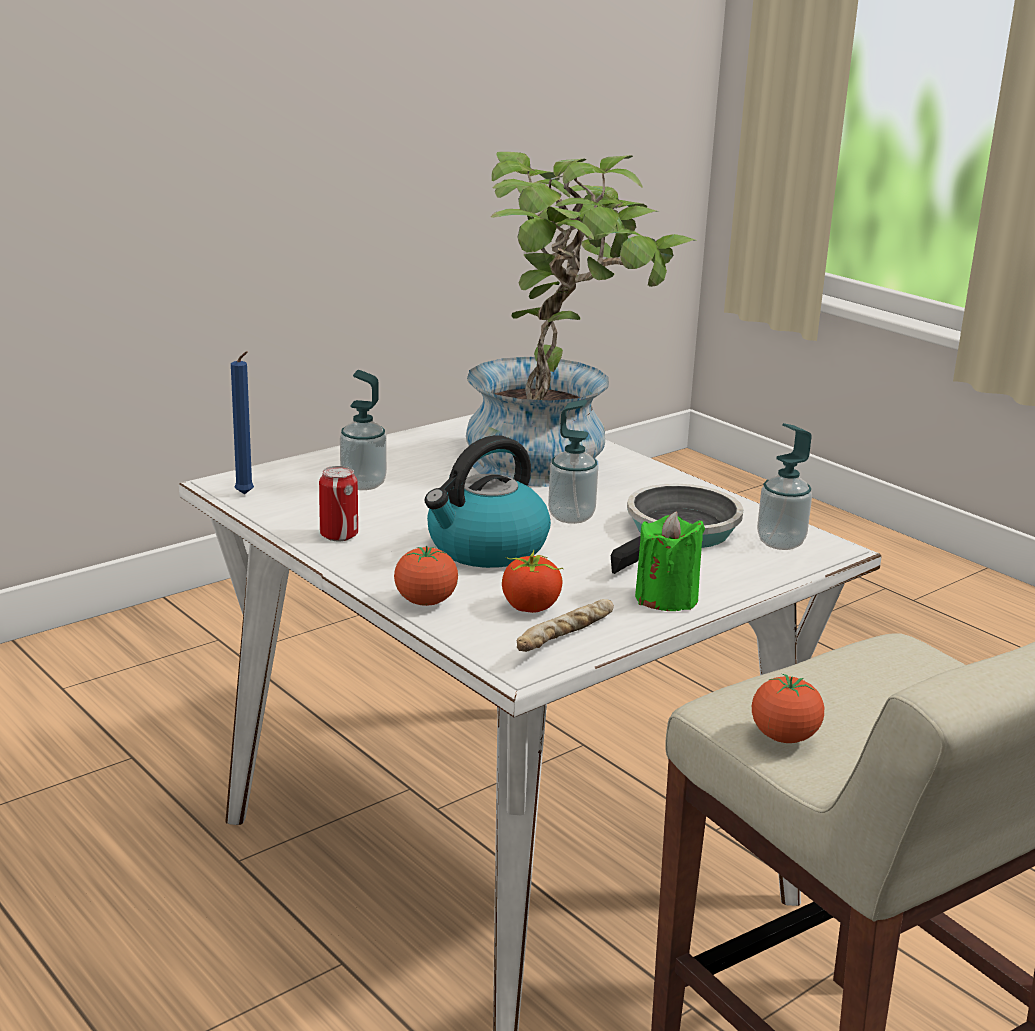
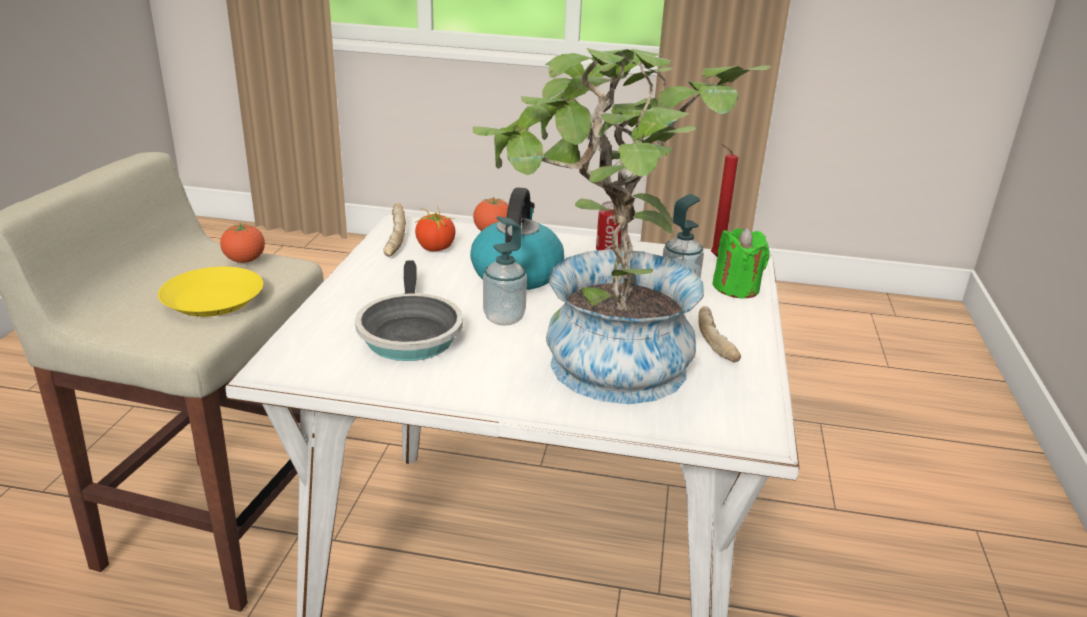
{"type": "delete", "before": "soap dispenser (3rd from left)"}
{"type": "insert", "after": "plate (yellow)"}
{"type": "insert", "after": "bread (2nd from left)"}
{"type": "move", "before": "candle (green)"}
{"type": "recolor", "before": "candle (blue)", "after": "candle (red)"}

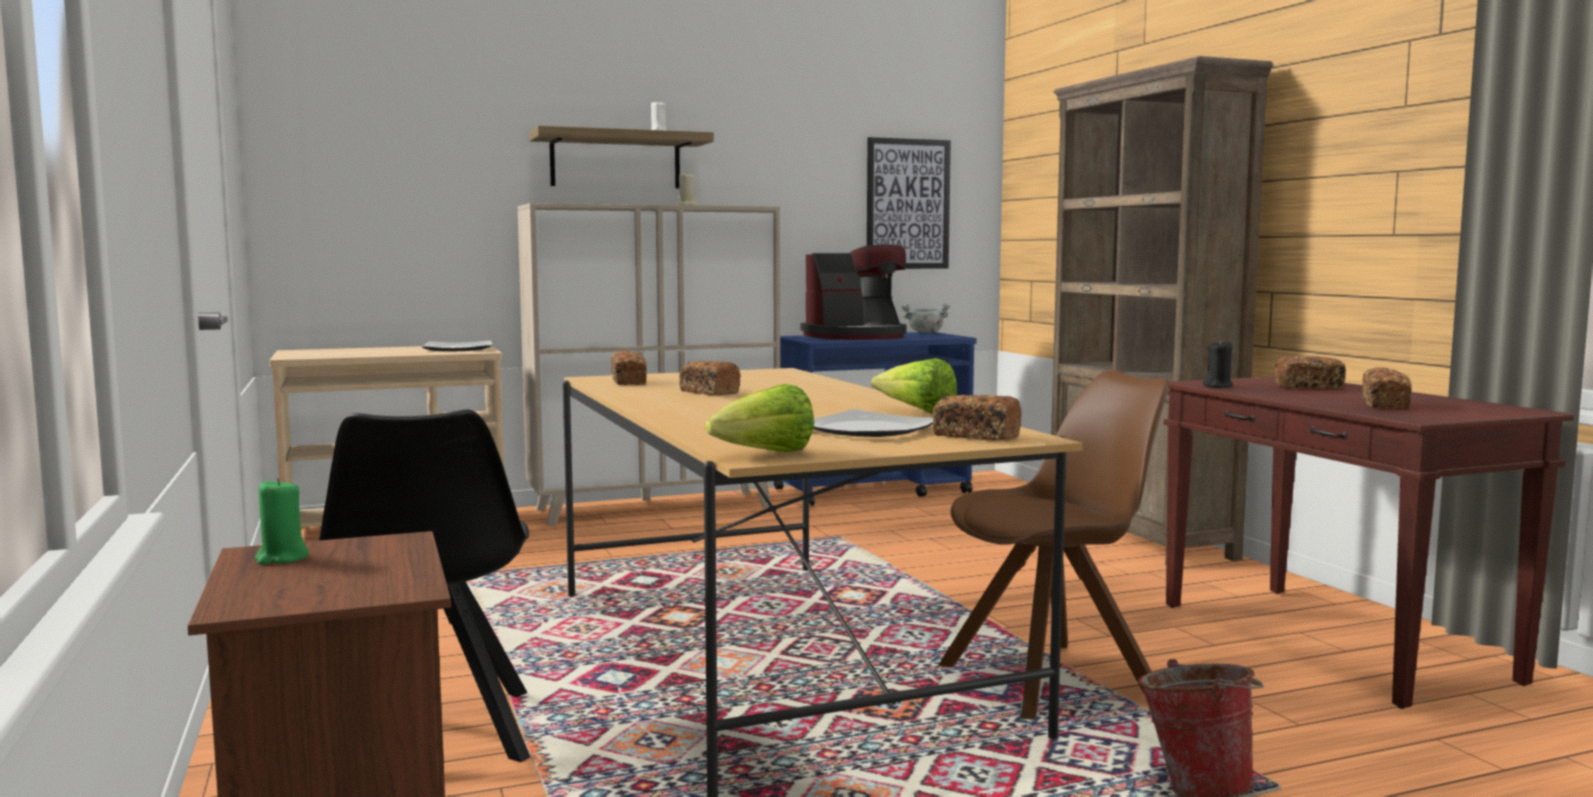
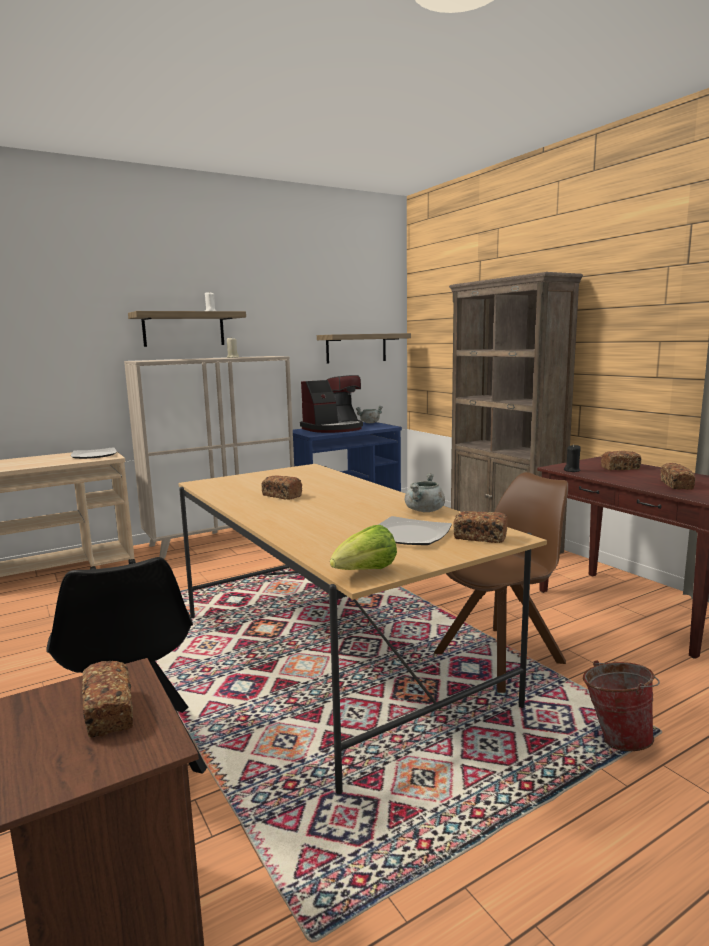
{"type": "delete", "before": "candle (green)"}
{"type": "move", "before": "bread (1st from left)"}
{"type": "replace", "before": "picture", "after": "shelf (2nd from left)"}
{"type": "replace", "before": "lettuce (2nd from left)", "after": "cooking pot (grey) (2nd from left)"}

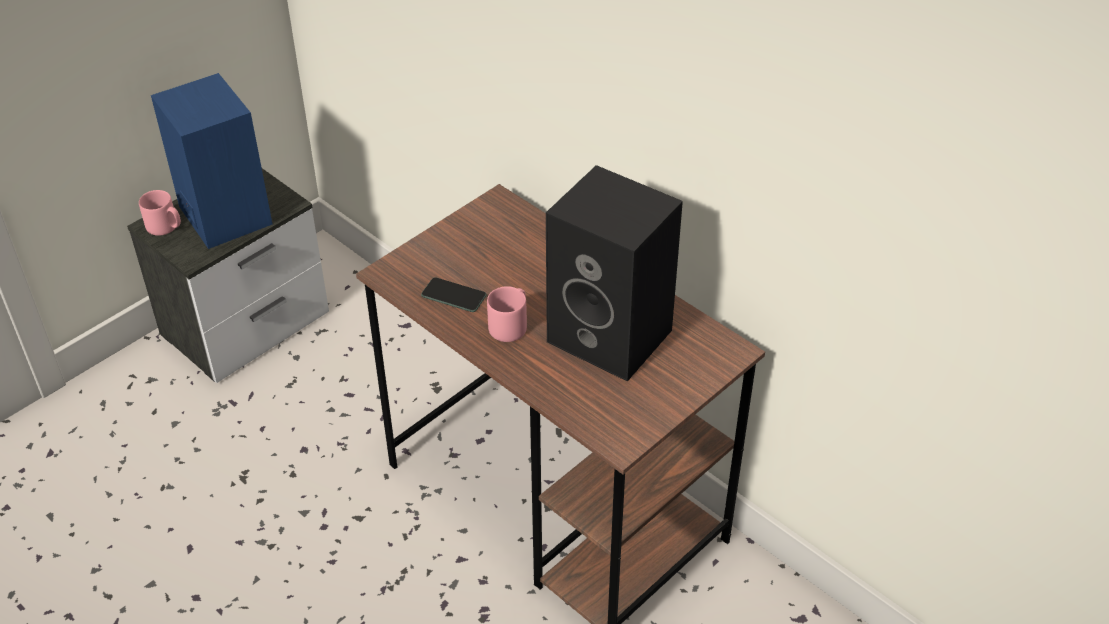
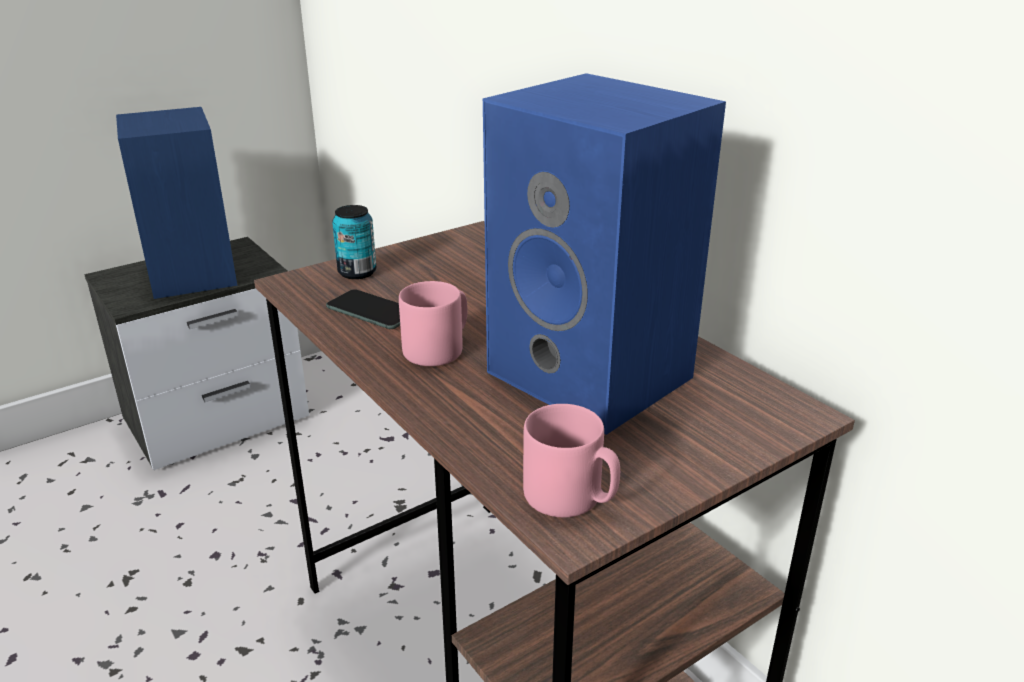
{"type": "insert", "after": "can"}
{"type": "move", "before": "mug (pink) (1st from left in the first image)", "after": "mug (pink) (2nd from left)"}
{"type": "recolor", "before": "speaker (black)", "after": "speaker (blue) (2nd from left)"}

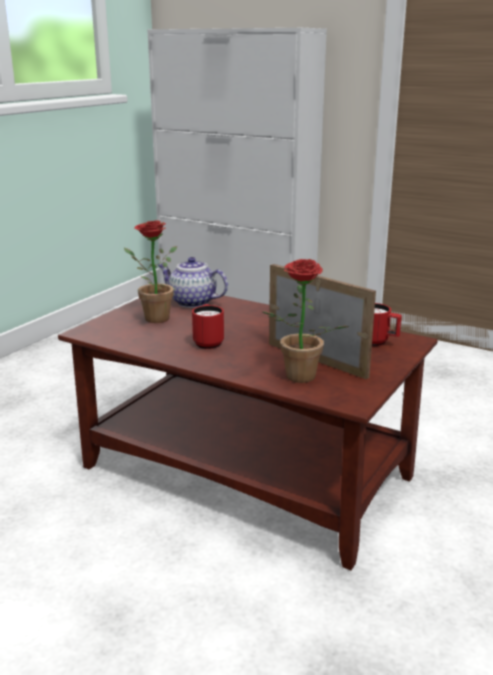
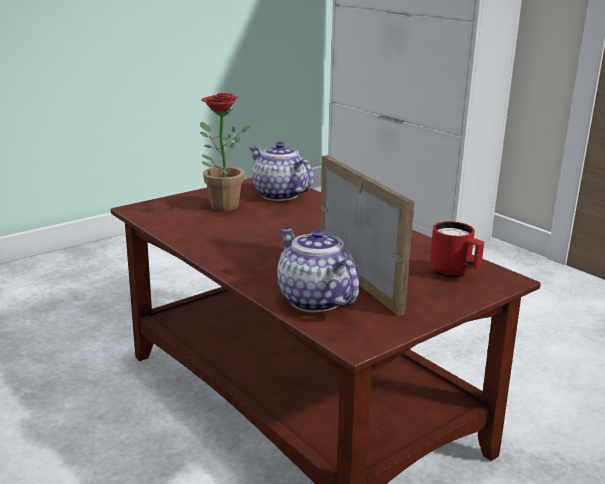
{"type": "delete", "before": "mug (red) (1st from left)"}
{"type": "replace", "before": "potted plant (2nd from left)", "after": "teapot (2nd from left)"}

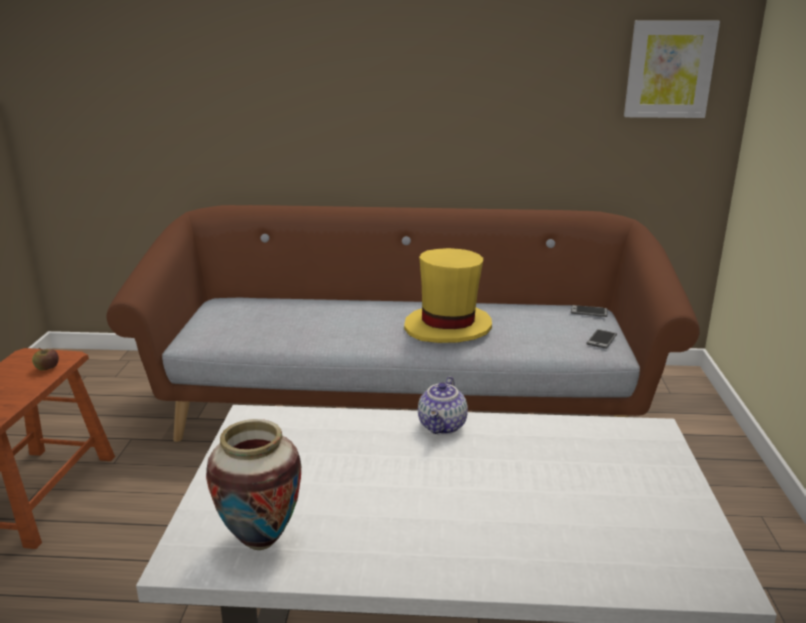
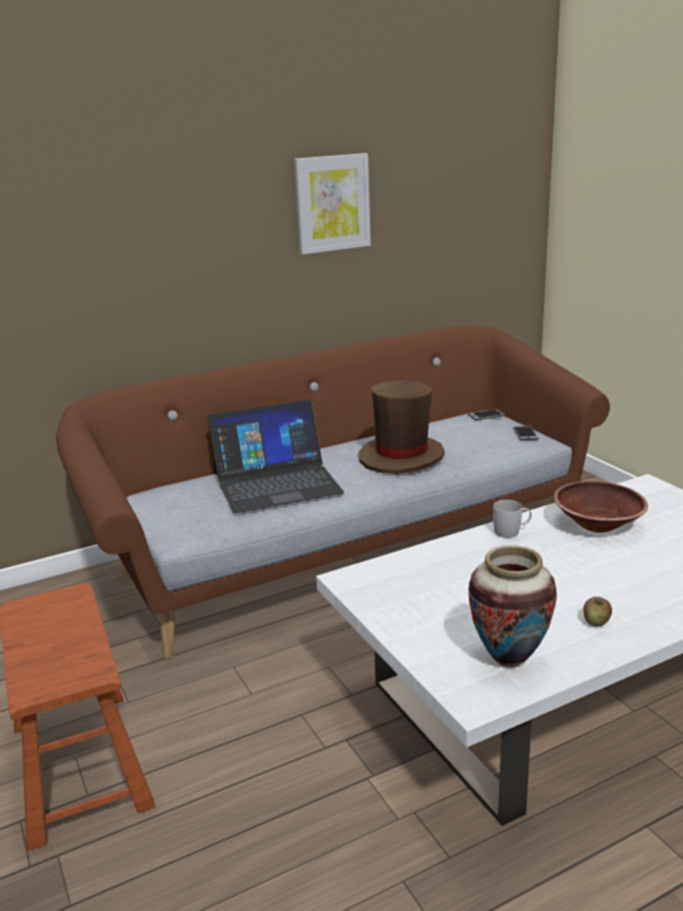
{"type": "insert", "after": "laptop"}
{"type": "insert", "after": "bowl (brown)"}
{"type": "move", "before": "apple"}
{"type": "move", "before": "picture"}
{"type": "replace", "before": "teapot", "after": "mug (white)"}
{"type": "recolor", "before": "hat (yellow)", "after": "hat (brown)"}

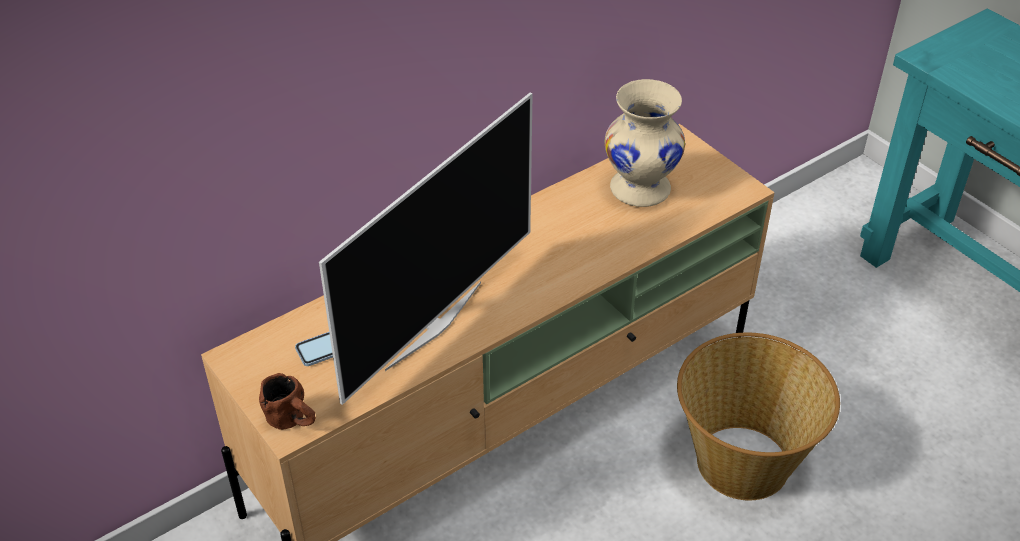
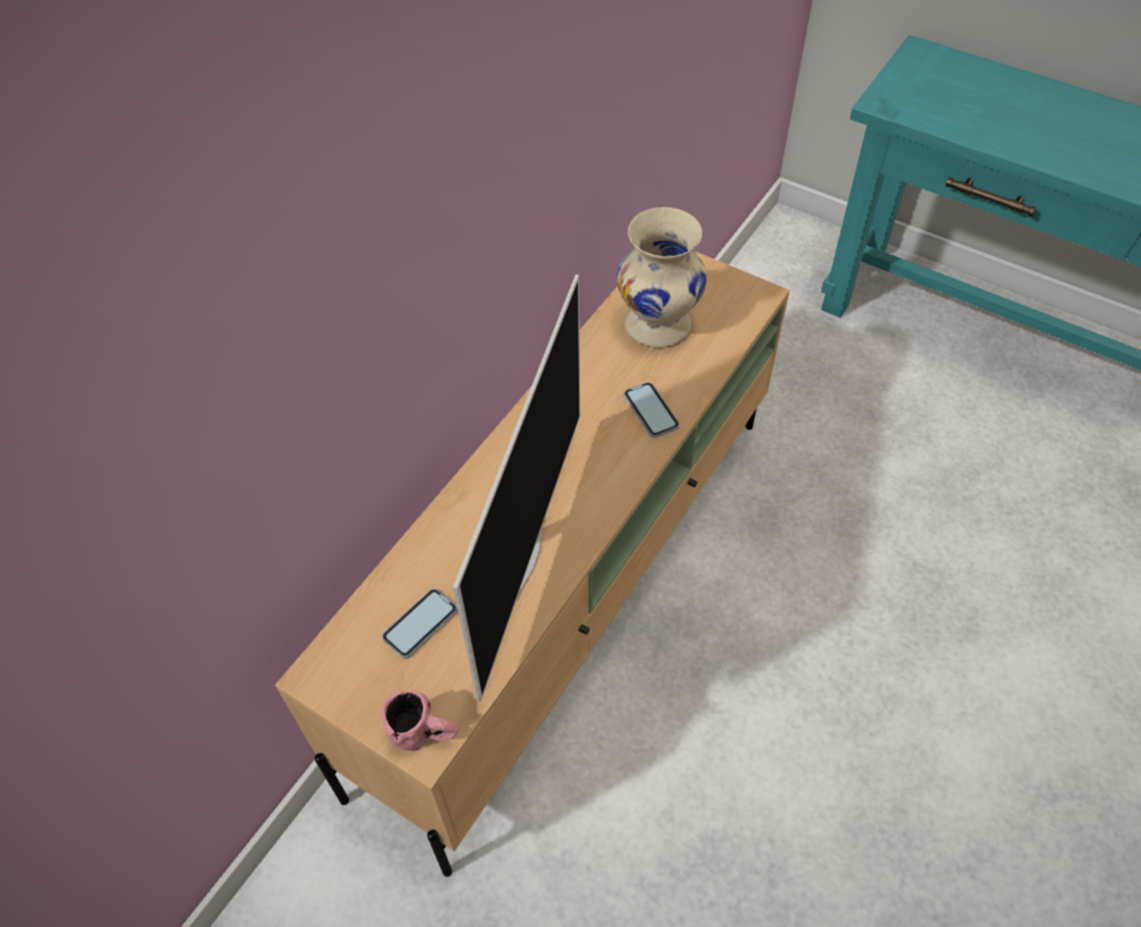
{"type": "delete", "before": "basket"}
{"type": "insert", "after": "phone (2nd from left)"}
{"type": "recolor", "before": "mug (brown)", "after": "mug (pink)"}

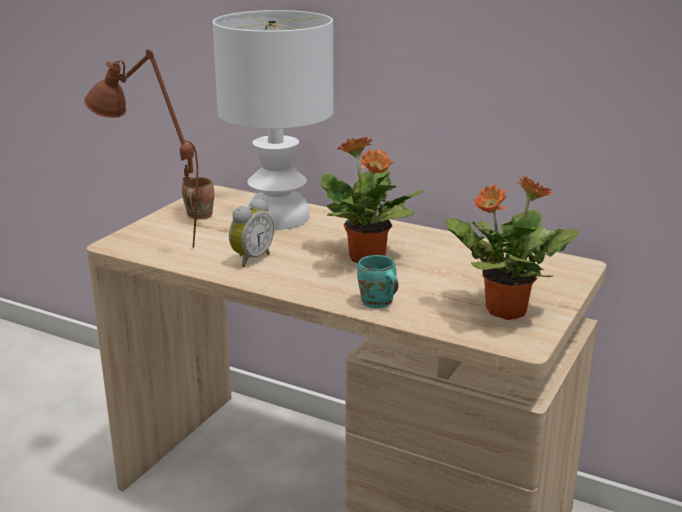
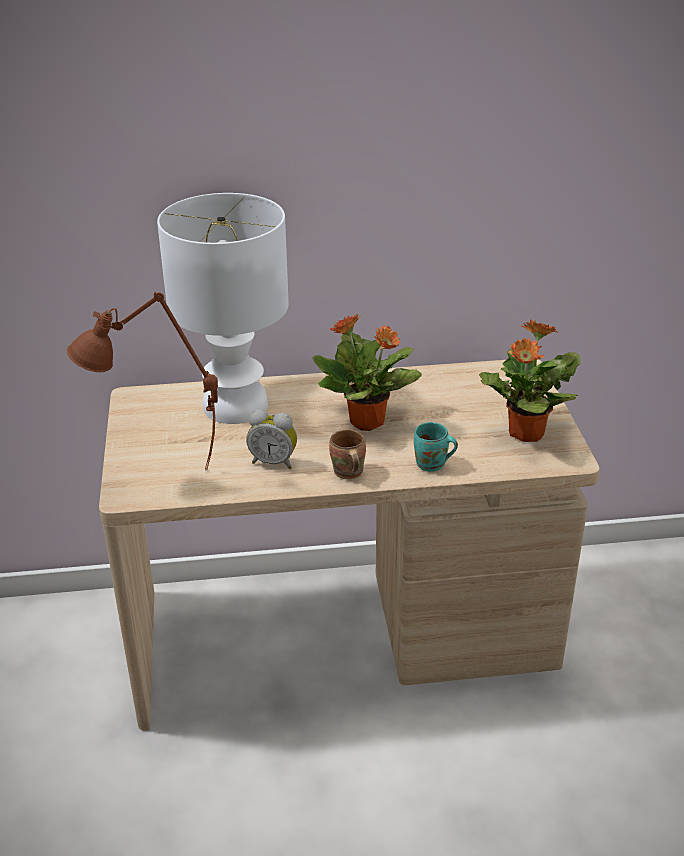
{"type": "move", "before": "mug (brown)"}
{"type": "rotate", "before": "alarm clock", "turn": 105}

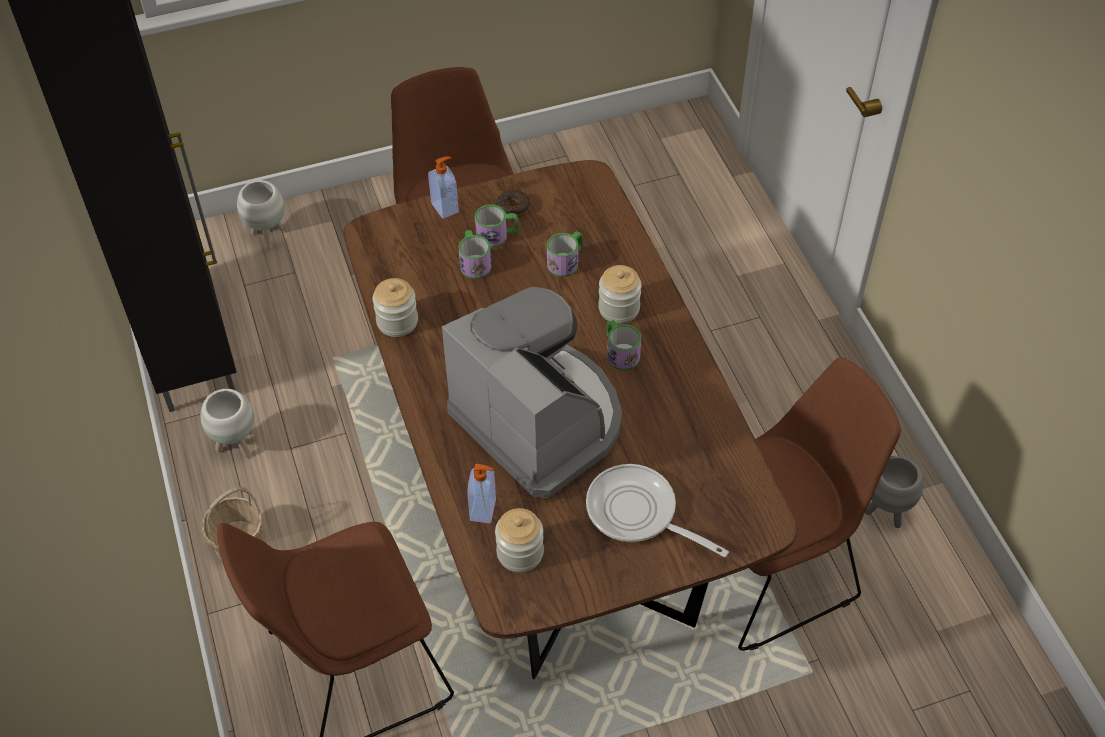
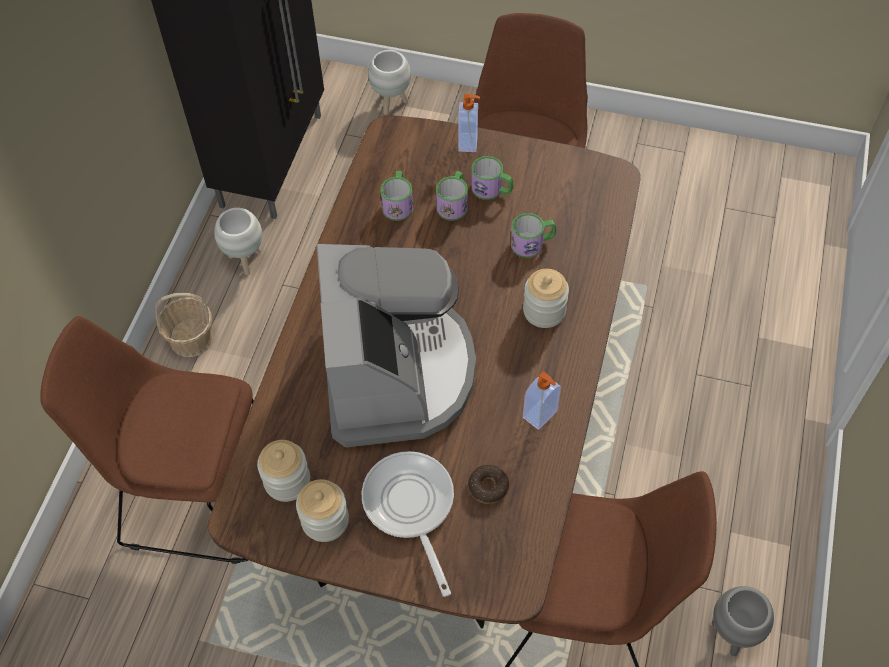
{"type": "move", "before": "jar (1st from left in the first image)", "after": "jar (2nd from left)"}
{"type": "move", "before": "soap dispenser (2nd from left)"}
{"type": "move", "before": "donut"}
{"type": "move", "before": "mug (4th from left in the first image)", "after": "mug (1st from left)"}

